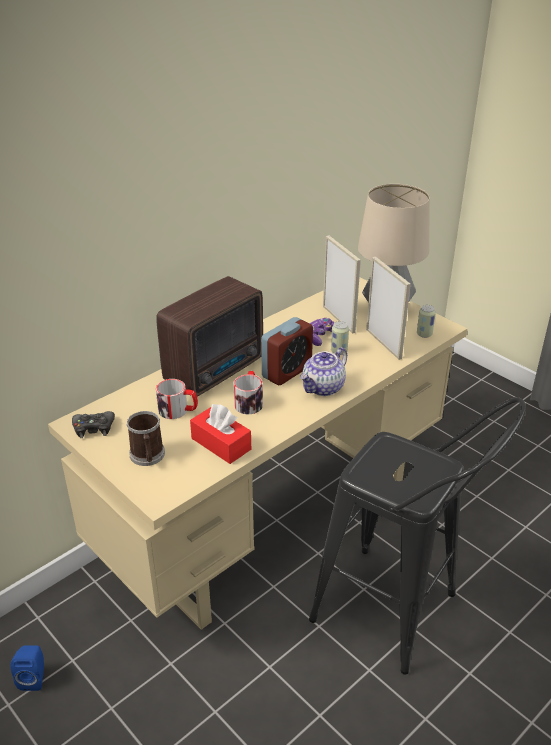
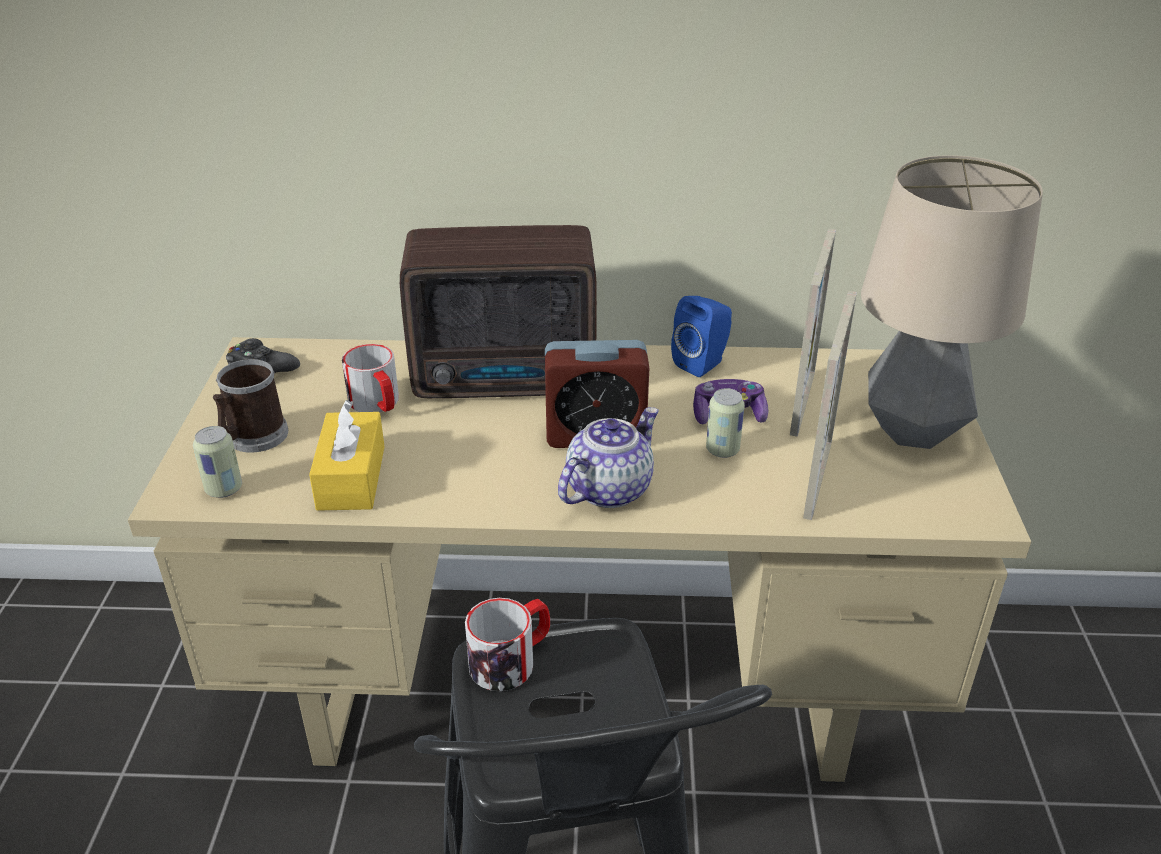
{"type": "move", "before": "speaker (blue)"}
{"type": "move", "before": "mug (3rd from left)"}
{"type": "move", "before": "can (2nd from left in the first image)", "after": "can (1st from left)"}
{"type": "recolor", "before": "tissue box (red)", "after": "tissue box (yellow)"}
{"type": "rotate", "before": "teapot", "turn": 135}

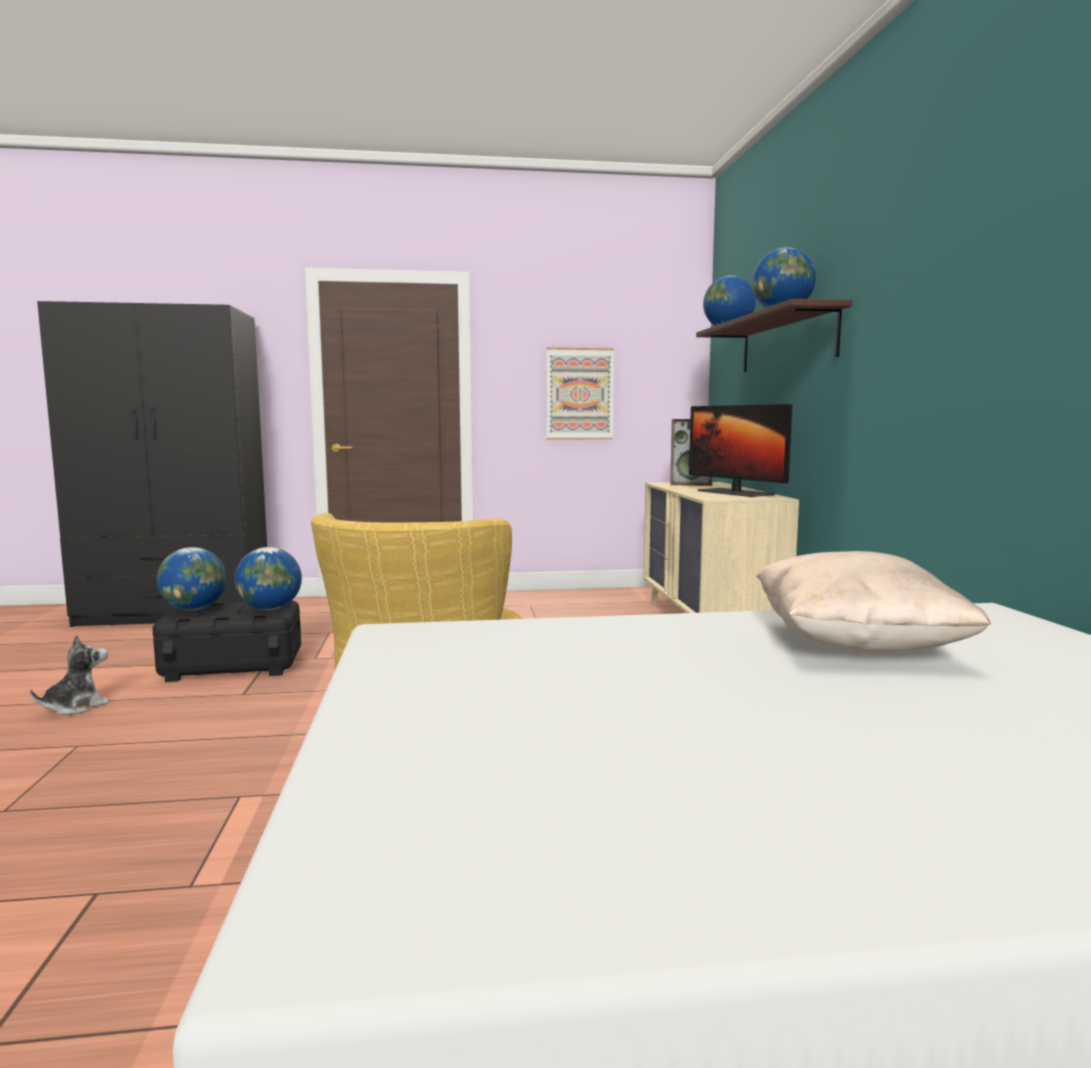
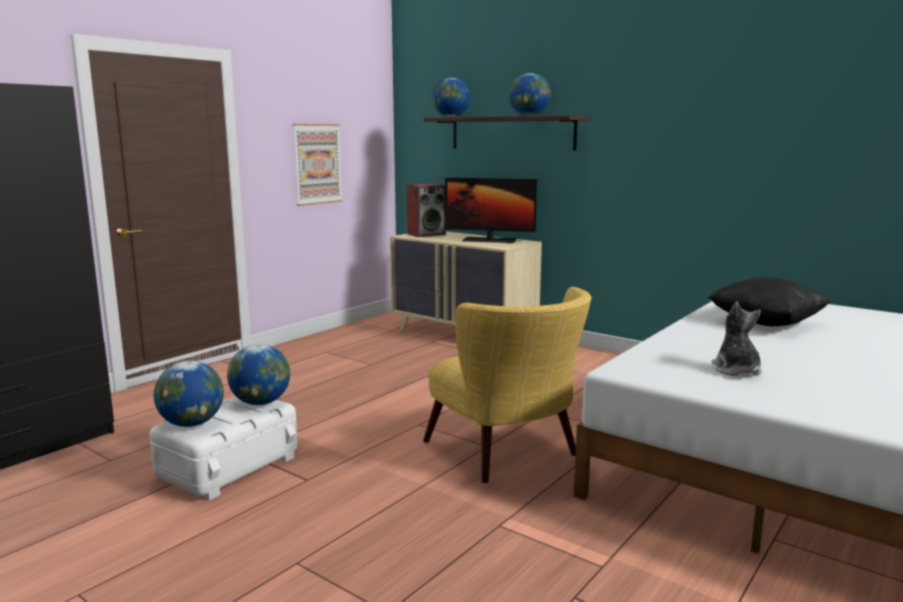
{"type": "move", "before": "plush toy"}
{"type": "recolor", "before": "storage box (black)", "after": "storage box (white)"}
{"type": "recolor", "before": "pillow (beige)", "after": "pillow (black)"}

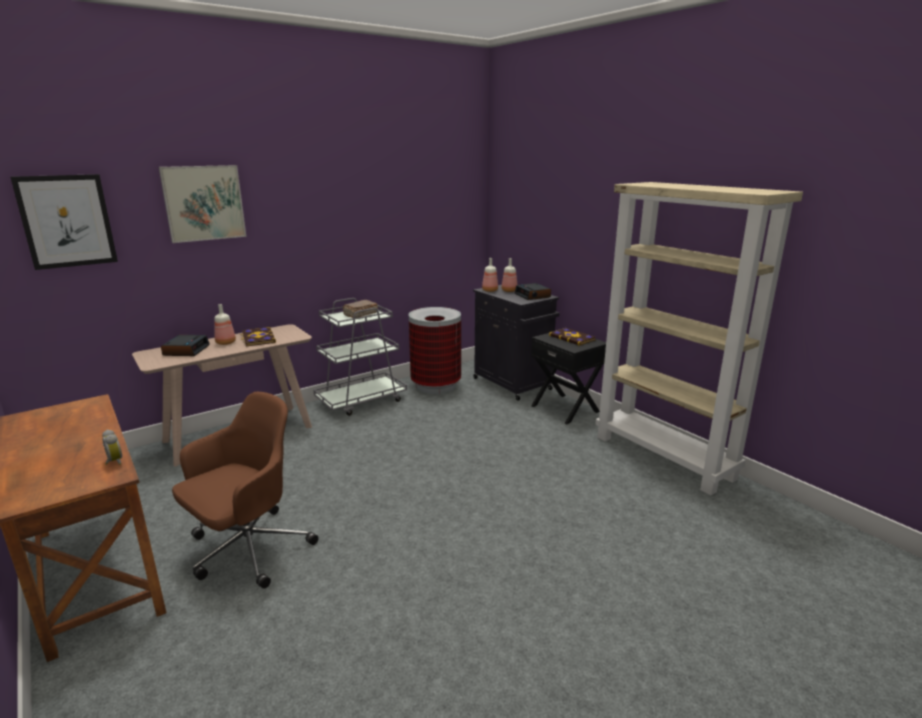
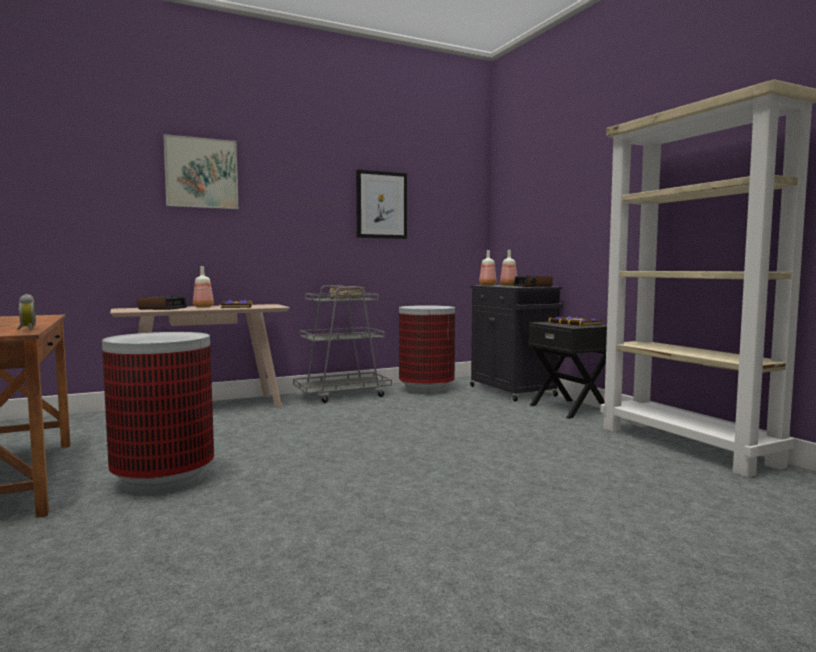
{"type": "move", "before": "picture (1st from left in the first image)", "after": "picture (2nd from left)"}
{"type": "replace", "before": "office chair (brown)", "after": "trash can (1st from left)"}

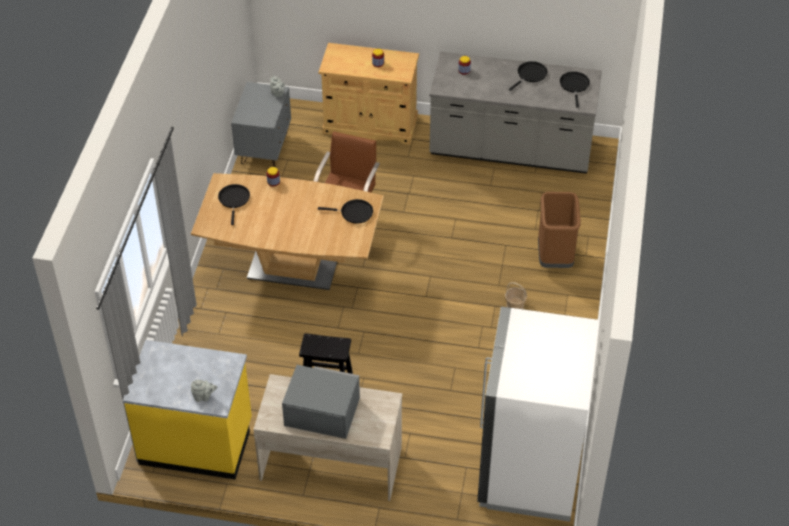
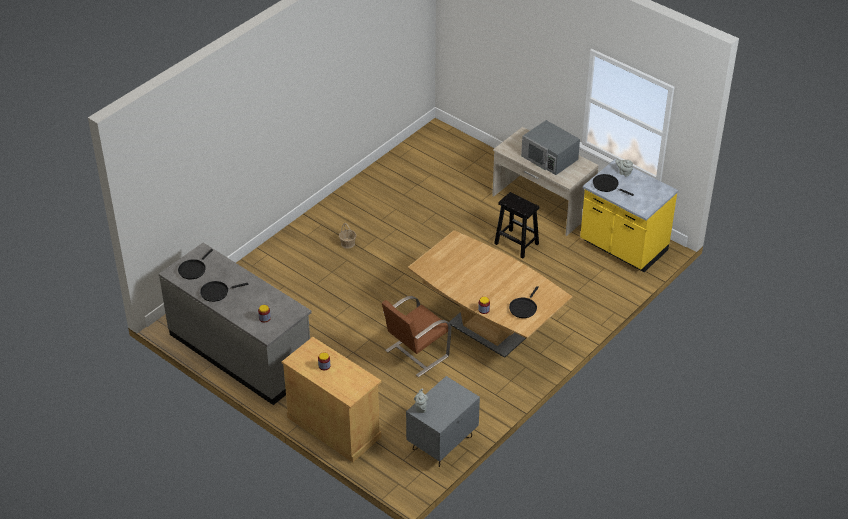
{"type": "delete", "before": "fridge (white)"}
{"type": "delete", "before": "trash can (brown)"}
{"type": "move", "before": "frying pan (black) (2nd from left in the first image)", "after": "frying pan (black) (4th from left)"}

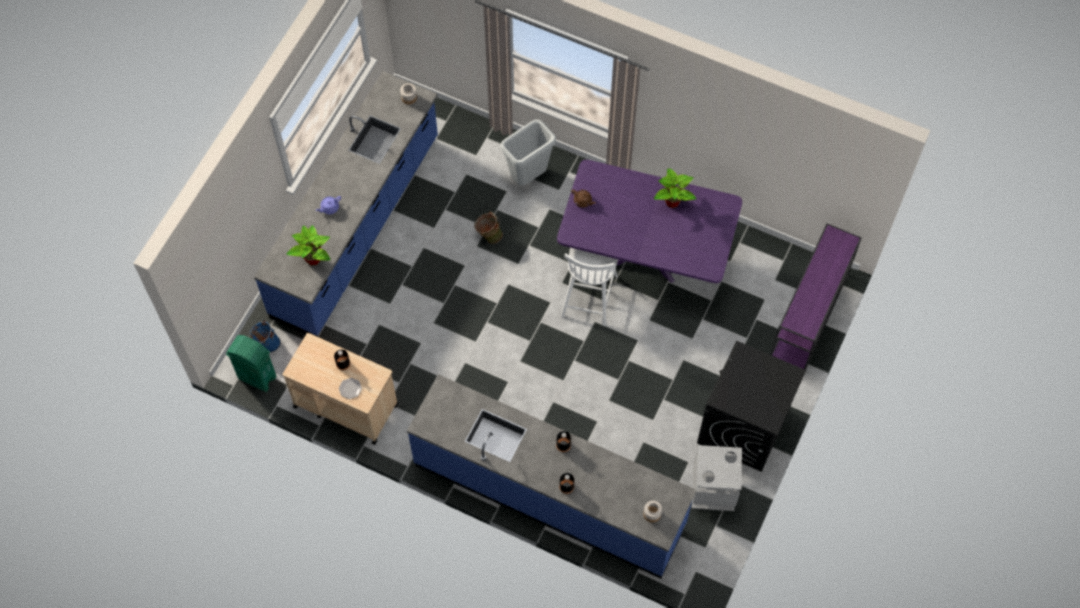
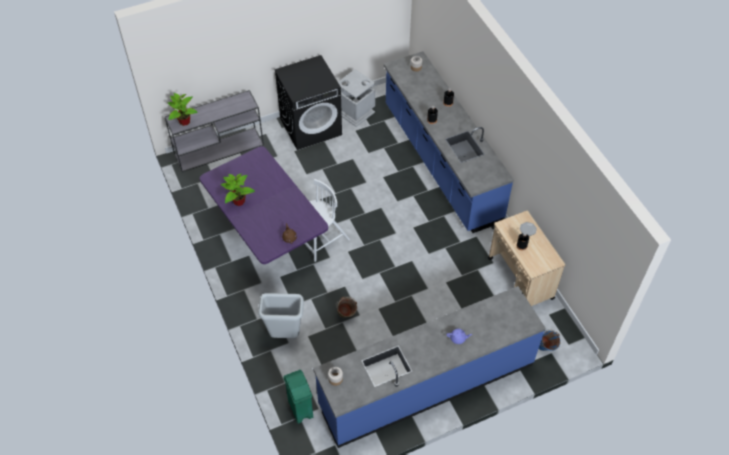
{"type": "move", "before": "trash can (green)"}
{"type": "move", "before": "potted plant (1st from left)"}
{"type": "recolor", "before": "console table (purple)", "after": "console table (grey)"}

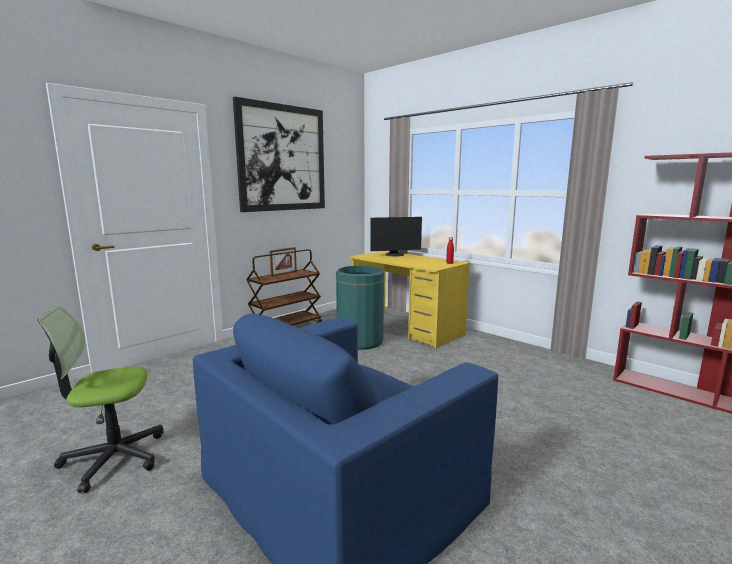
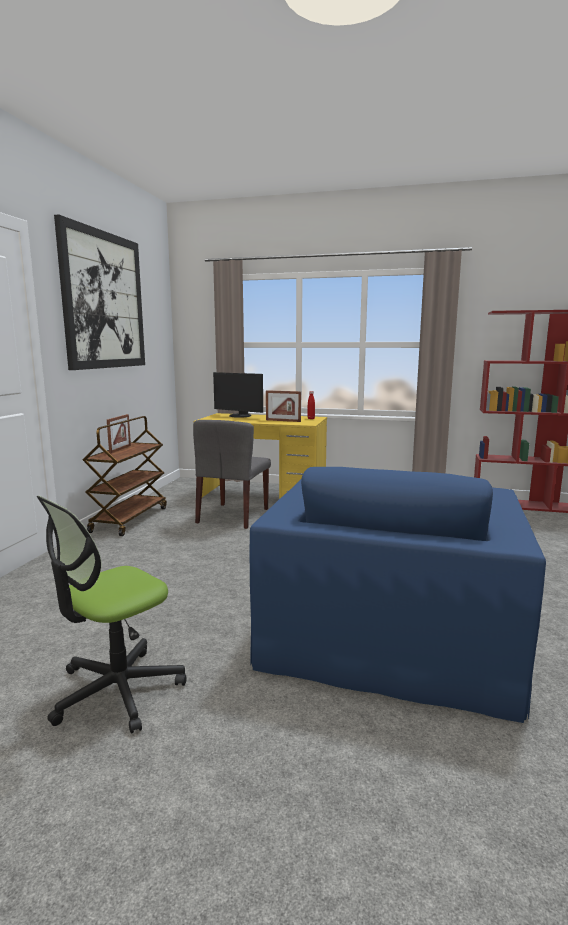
{"type": "insert", "after": "picture frame (2nd from left)"}
{"type": "replace", "before": "trash can (green)", "after": "chair (grey)"}
{"type": "rotate", "before": "monitor", "turn": 75}

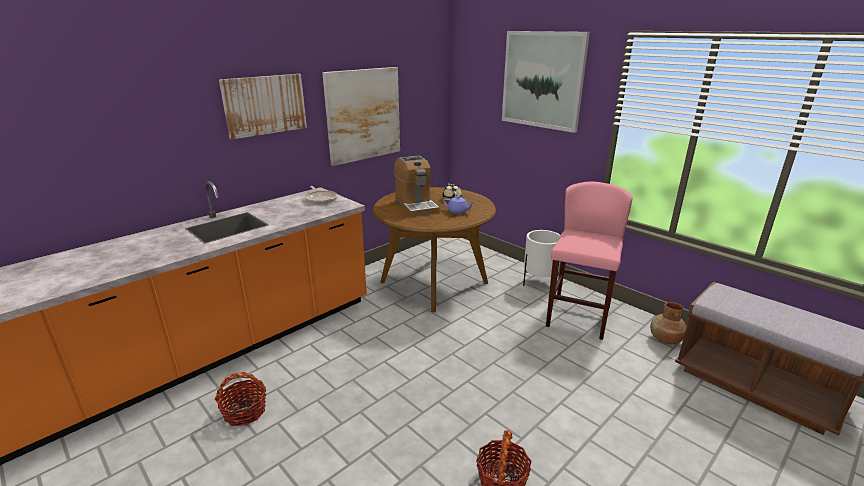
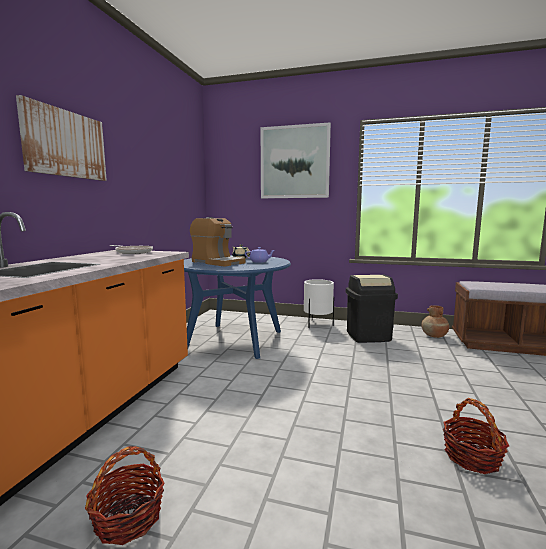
{"type": "delete", "before": "picture (2nd from left)"}
{"type": "replace", "before": "stool (pink)", "after": "trash can (black)"}
{"type": "recolor", "before": "dining table (brown)", "after": "dining table (blue)"}

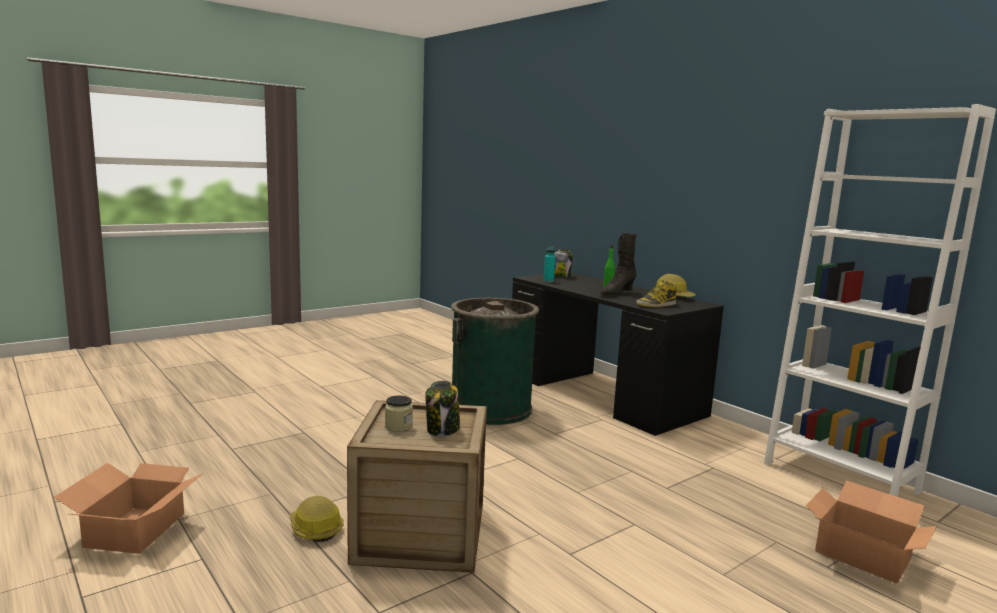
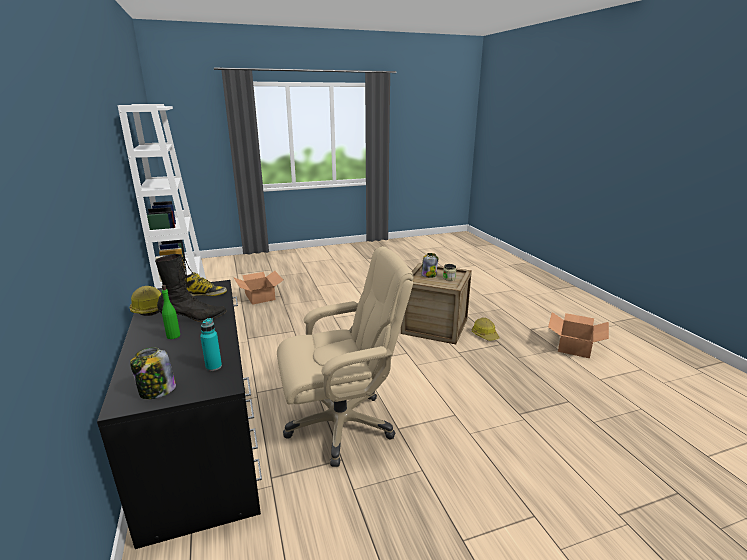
{"type": "replace", "before": "trash can (green)", "after": "office chair (beige)"}

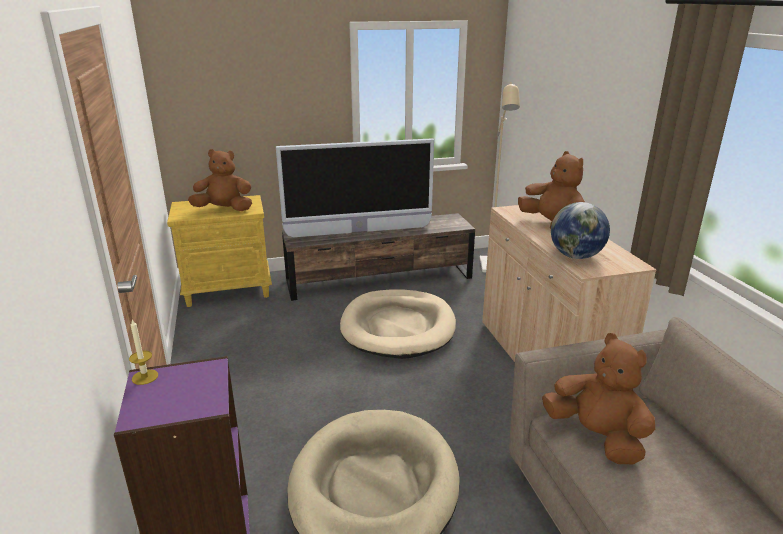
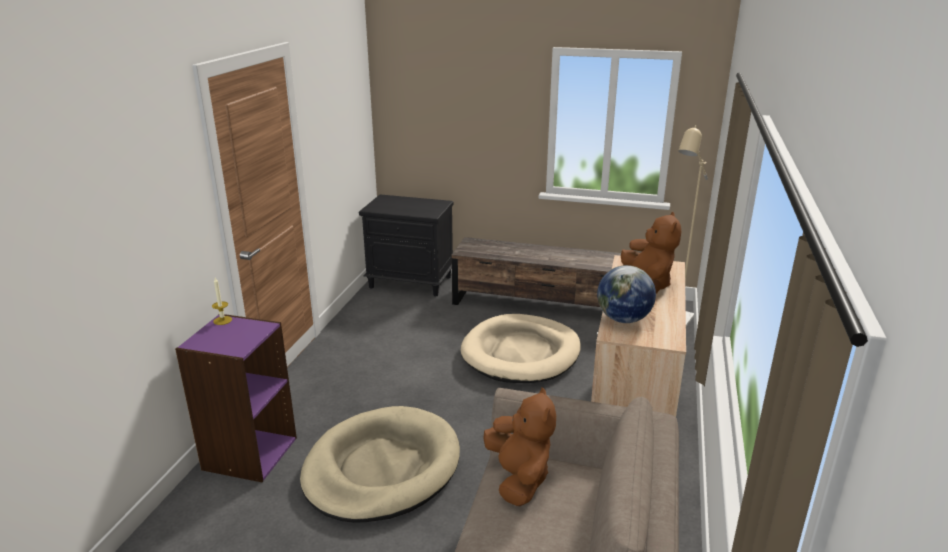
{"type": "delete", "before": "plush toy (brown) (1st from left)"}
{"type": "delete", "before": "television"}
{"type": "recolor", "before": "nightstand (yellow)", "after": "nightstand (black)"}

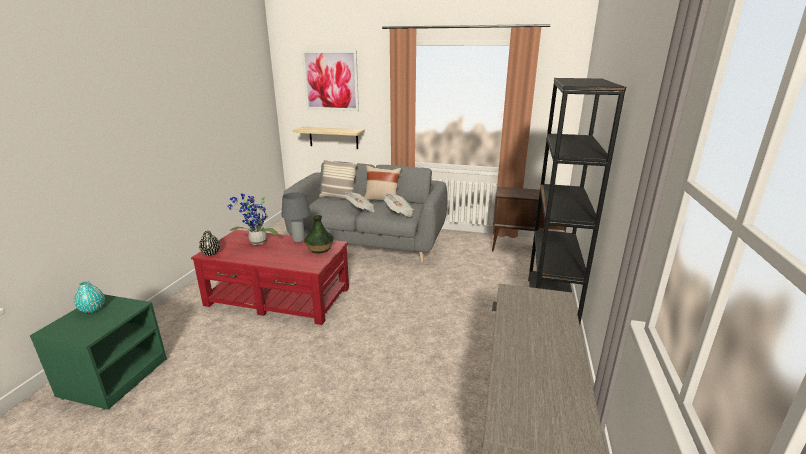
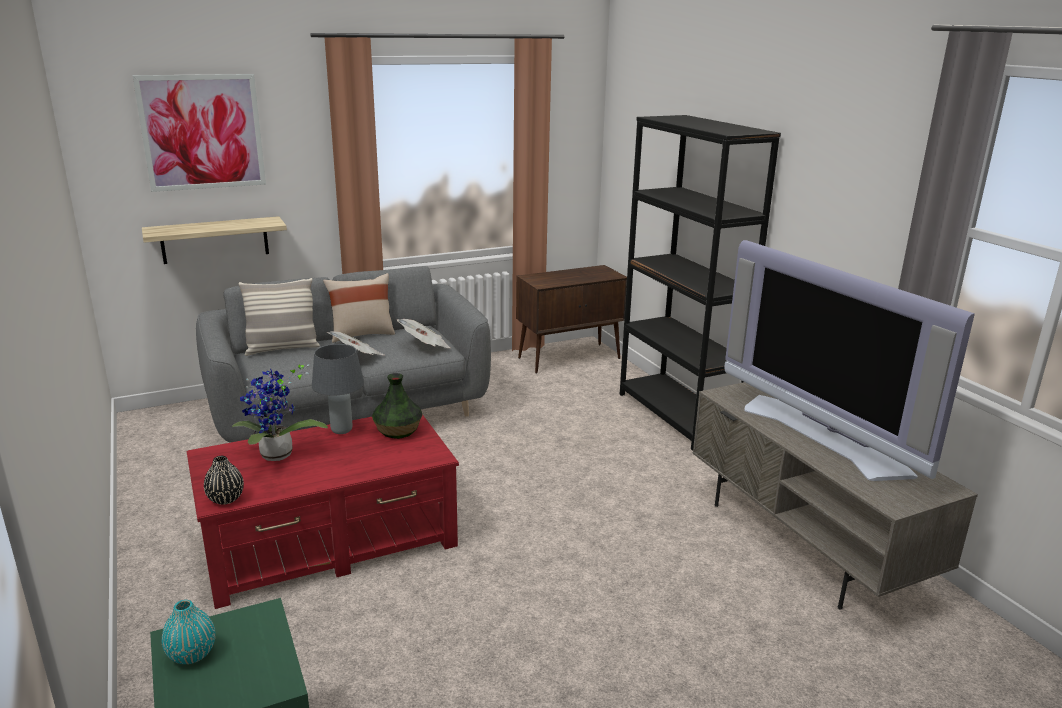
{"type": "insert", "after": "television"}

